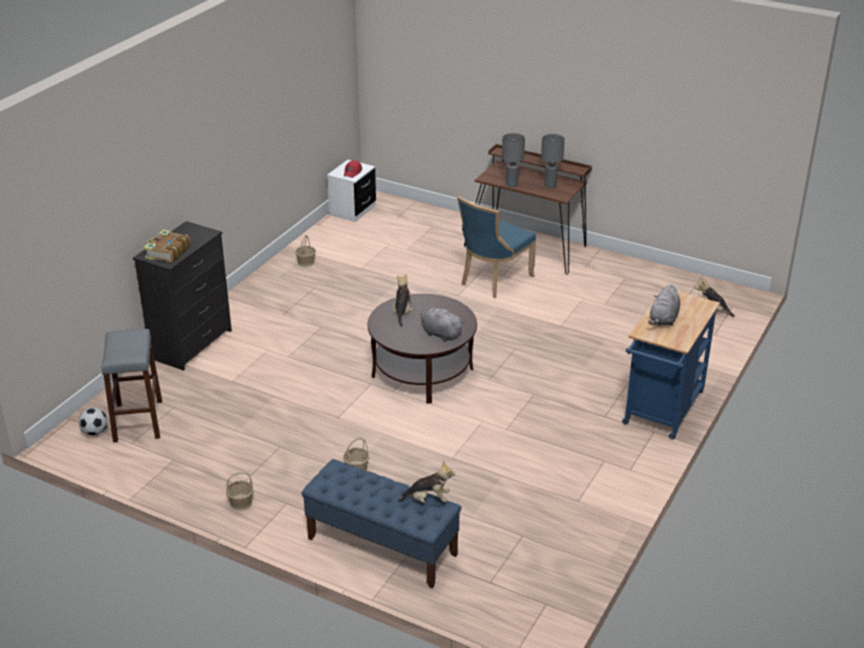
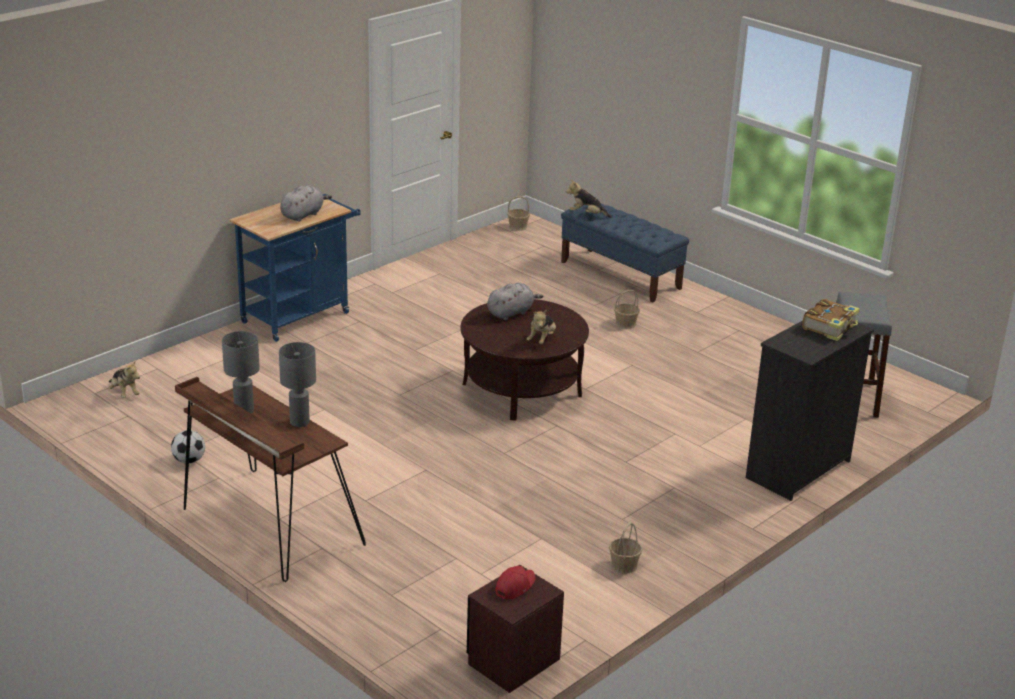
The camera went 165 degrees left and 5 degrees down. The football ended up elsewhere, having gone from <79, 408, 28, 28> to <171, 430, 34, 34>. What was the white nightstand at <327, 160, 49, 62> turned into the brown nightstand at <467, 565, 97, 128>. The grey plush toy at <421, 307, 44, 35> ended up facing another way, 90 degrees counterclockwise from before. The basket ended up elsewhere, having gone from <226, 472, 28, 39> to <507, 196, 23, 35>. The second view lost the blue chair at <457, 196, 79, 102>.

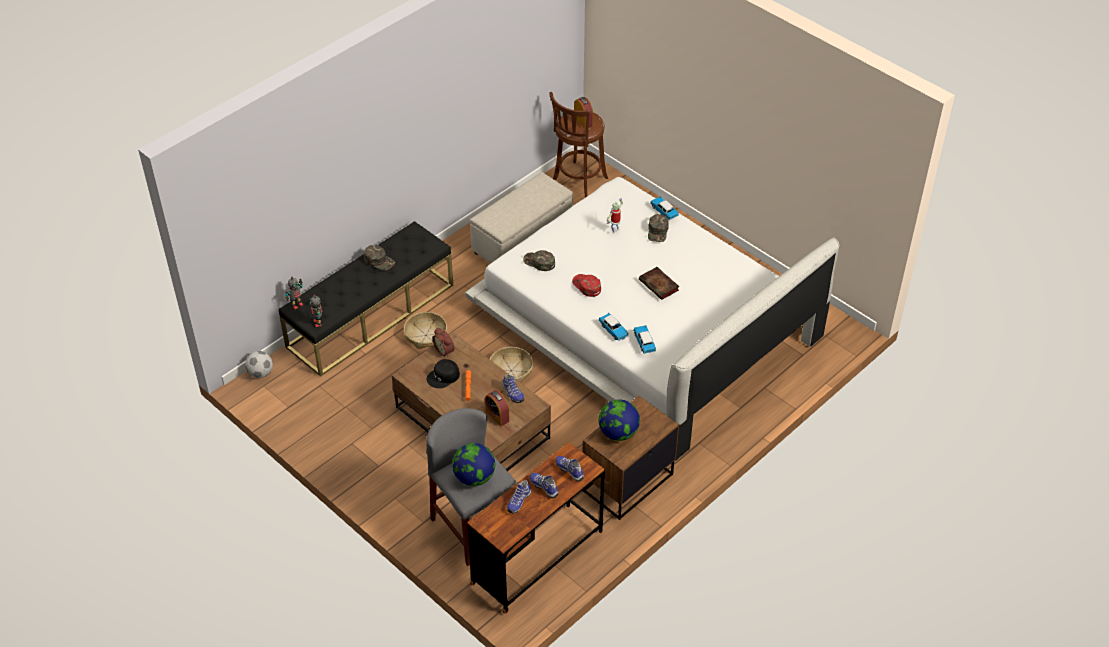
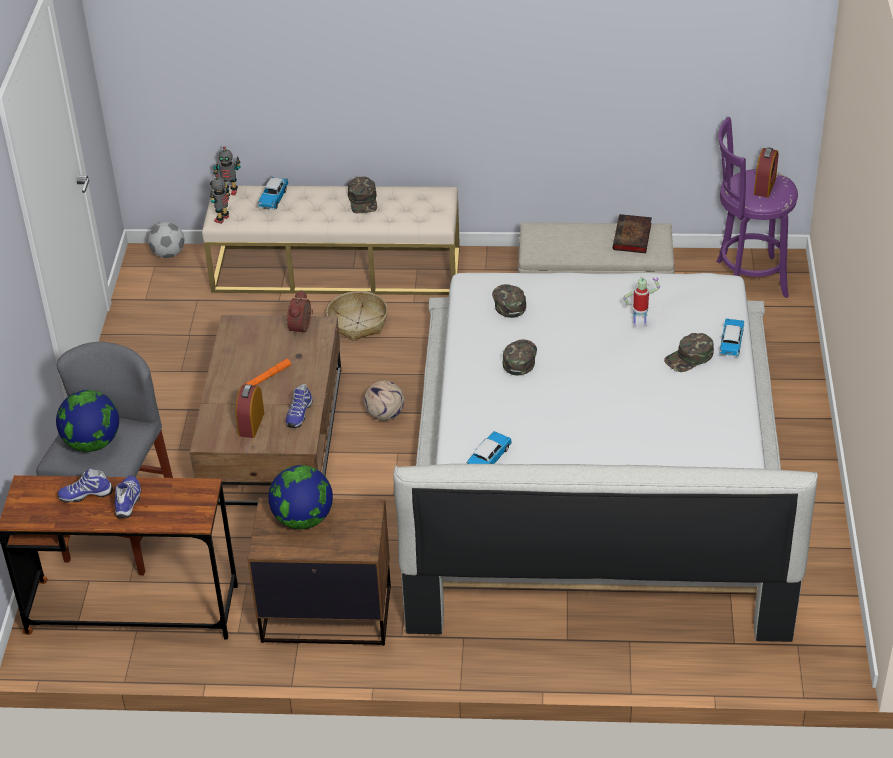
The camera went 50 degrees right and 5 degrees down. What was the black bench at <279, 221, 174, 155> turned into the beige bench at <202, 185, 258, 110>. The toy car ended up elsewhere, having gone from <599, 313, 30, 28> to <258, 177, 31, 32>. Where the basket stood at <490, 347, 43, 36>, the football came to stand at <364, 381, 41, 40>. What was the red cap at <572, 274, 29, 23> turned into the green cap at <502, 339, 35, 36>. The book ended up elsewhere, having gone from <639, 267, 41, 33> to <613, 214, 39, 39>. What was the brown stool at <549, 92, 59, 106> turned into the purple stool at <716, 117, 82, 181>. The second view lost the black cap at <427, 359, 33, 29>. The second view lost the shoe at <556, 456, 28, 26>.

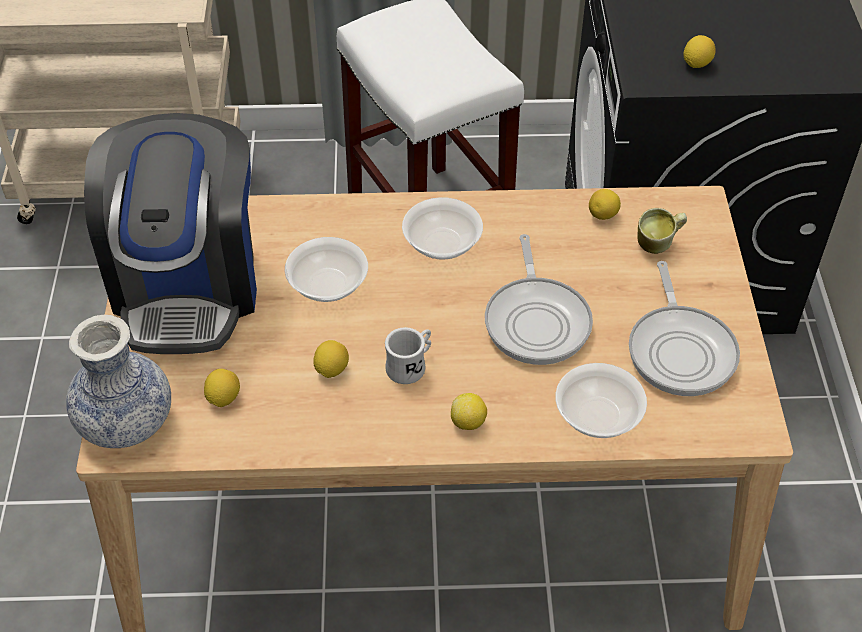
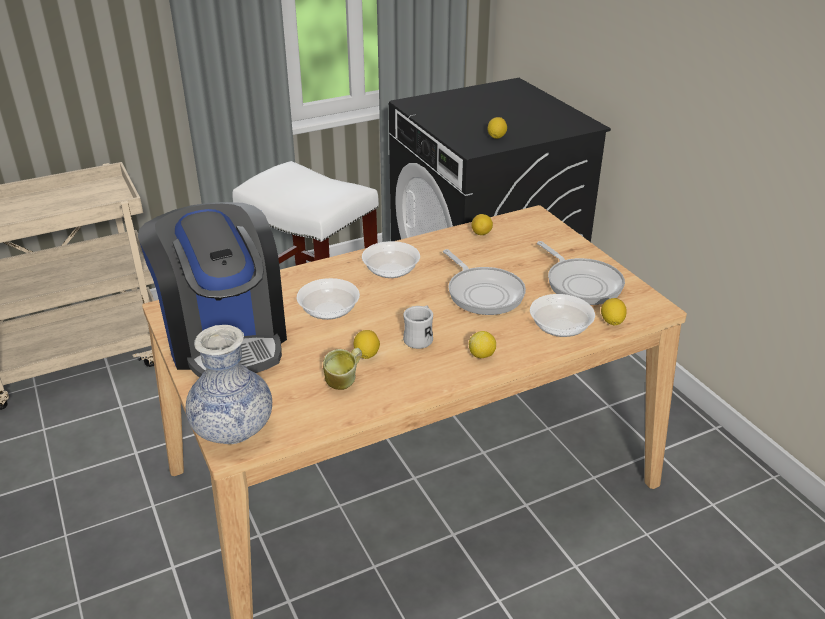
The camera went 25 degrees left and 15 degrees down. The mug ended up elsewhere, having gone from <637, 208, 50, 46> to <323, 348, 39, 42>. The lemon ended up elsewhere, having gone from <204, 369, 36, 38> to <601, 298, 26, 27>.

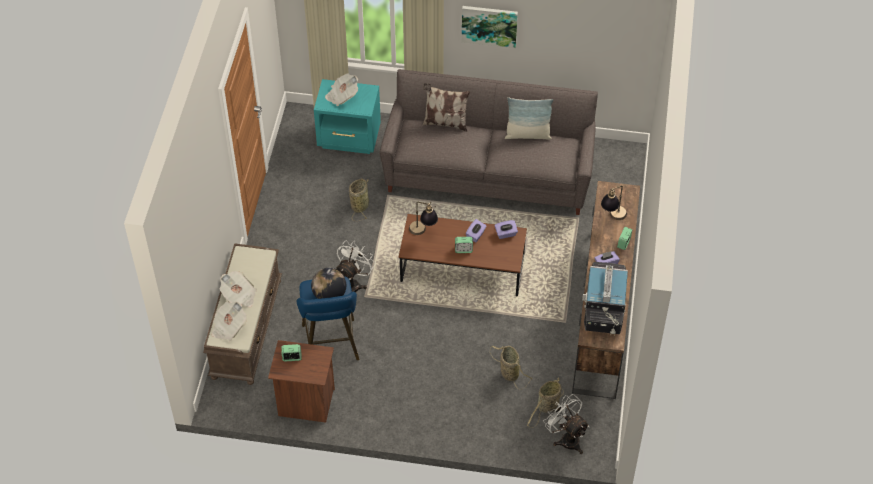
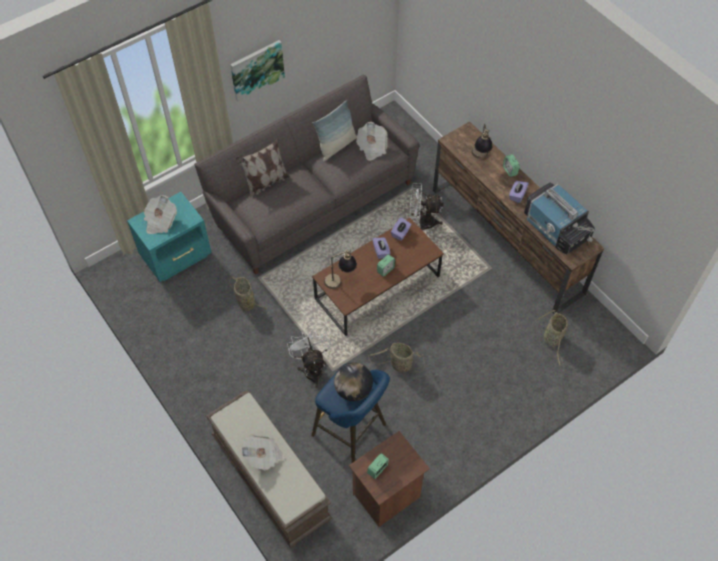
The camera went 45 degrees left and 5 degrees up. The newspaper ended up elsewhere, having gone from <211, 302, 36, 39> to <356, 122, 32, 39>. The basket ended up elsewhere, having gone from <490, 346, 43, 44> to <368, 342, 57, 31>. The white fan ended up elsewhere, having gone from <543, 394, 46, 60> to <410, 183, 34, 48>.

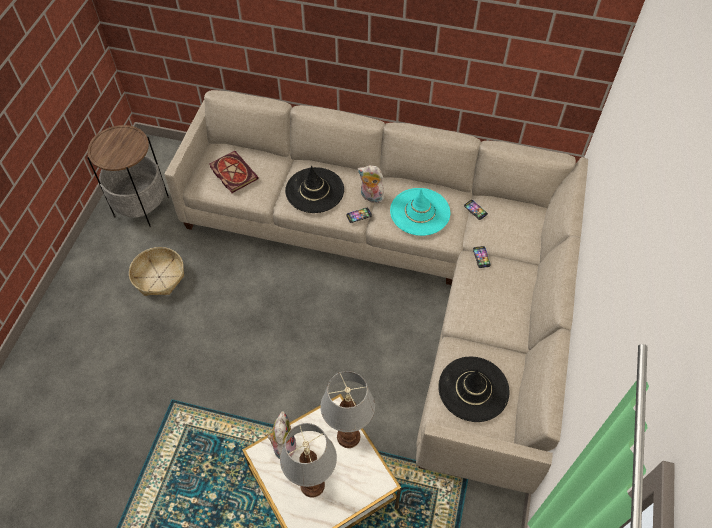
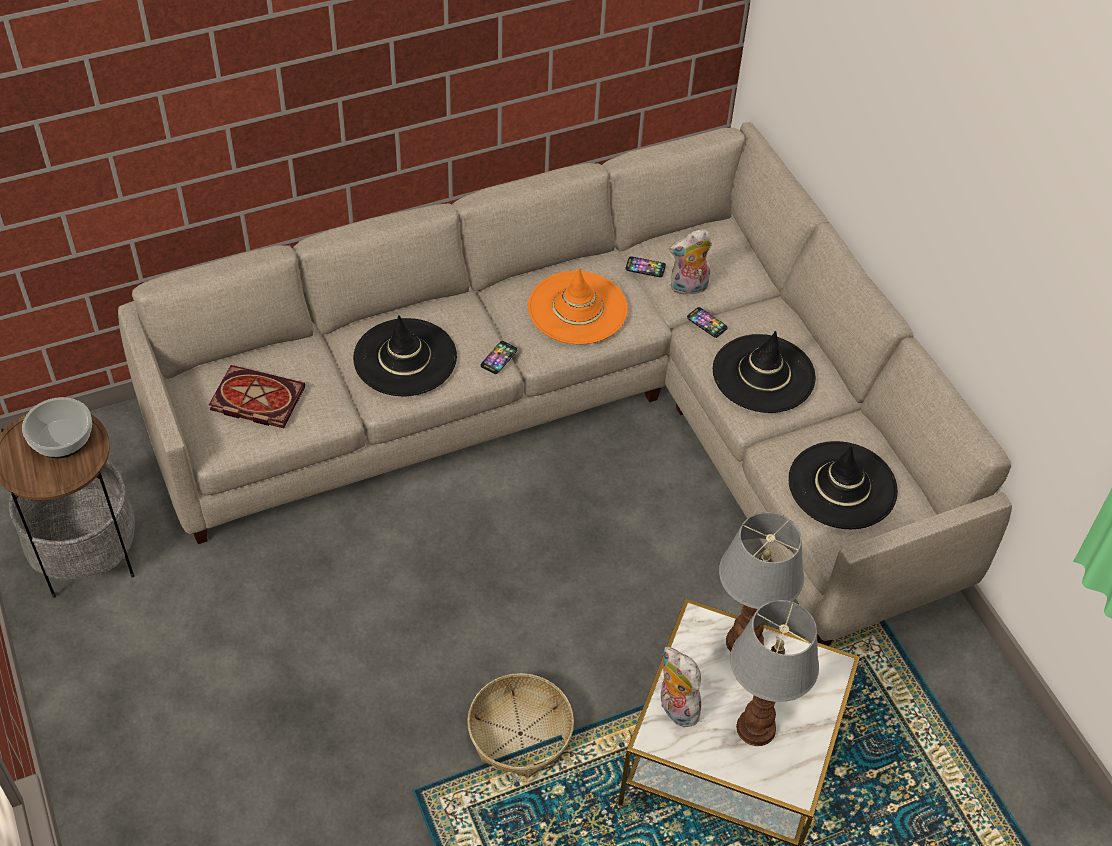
The camera went 40 degrees left and 5 degrees down. The second view gained the bowl at <22, 397, 70, 61>. The basket ended up elsewhere, having gone from <129, 247, 55, 49> to <467, 673, 107, 105>. What was the turquoise hat at <390, 188, 60, 48> turned into the orange hat at <528, 268, 100, 76>. The plush toy ended up elsewhere, having gone from <357, 165, 27, 38> to <669, 229, 43, 66>. The second view gained the black hat at <713, 331, 103, 82>.

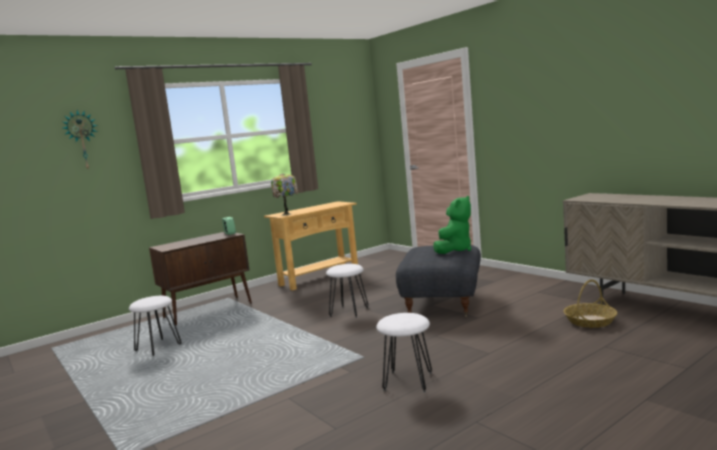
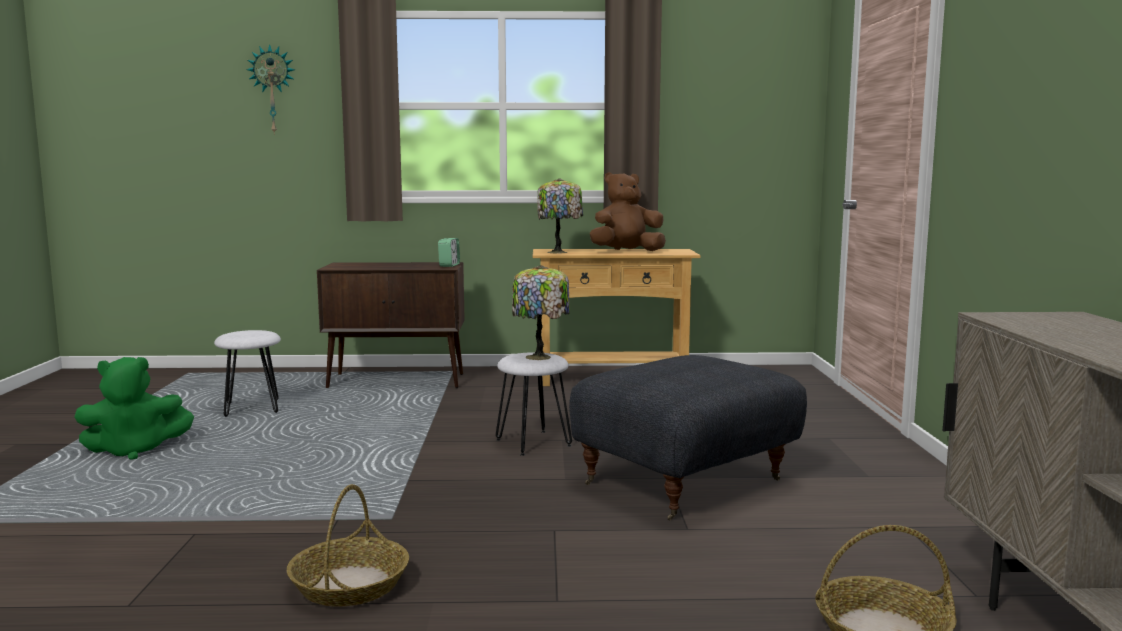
The camera went 35 degrees right and 0 degrees up. The green plush toy ended up elsewhere, having gone from <433, 196, 39, 58> to <74, 357, 120, 102>. Where the white stool stood at <376, 313, 56, 80>, the basket came to stand at <287, 484, 122, 123>. The second view gained the table lamp at <512, 265, 58, 95>. The second view gained the brown plush toy at <590, 172, 76, 79>.

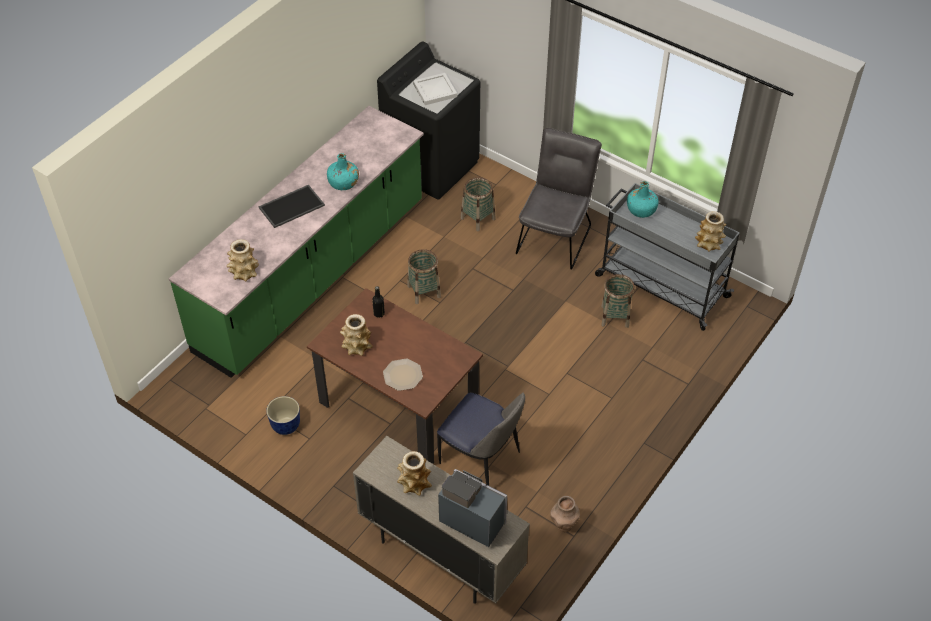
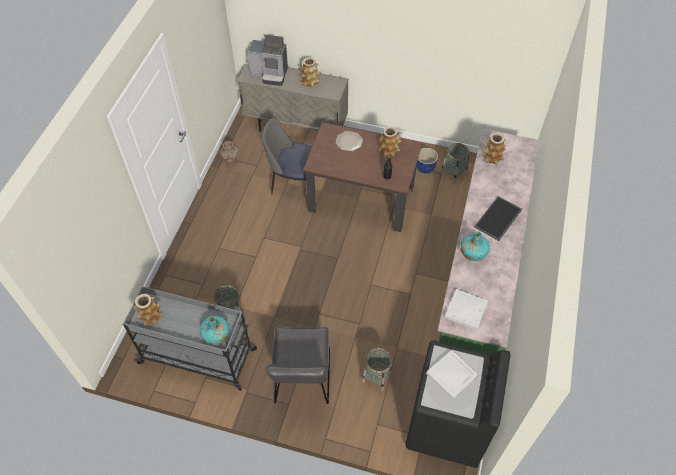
The camera went 160 degrees right and 5 degrees up. The basket ended up elsewhere, having gone from <407, 249, 34, 55> to <440, 143, 30, 41>. The second view gained the white tray at <445, 289, 43, 42>.

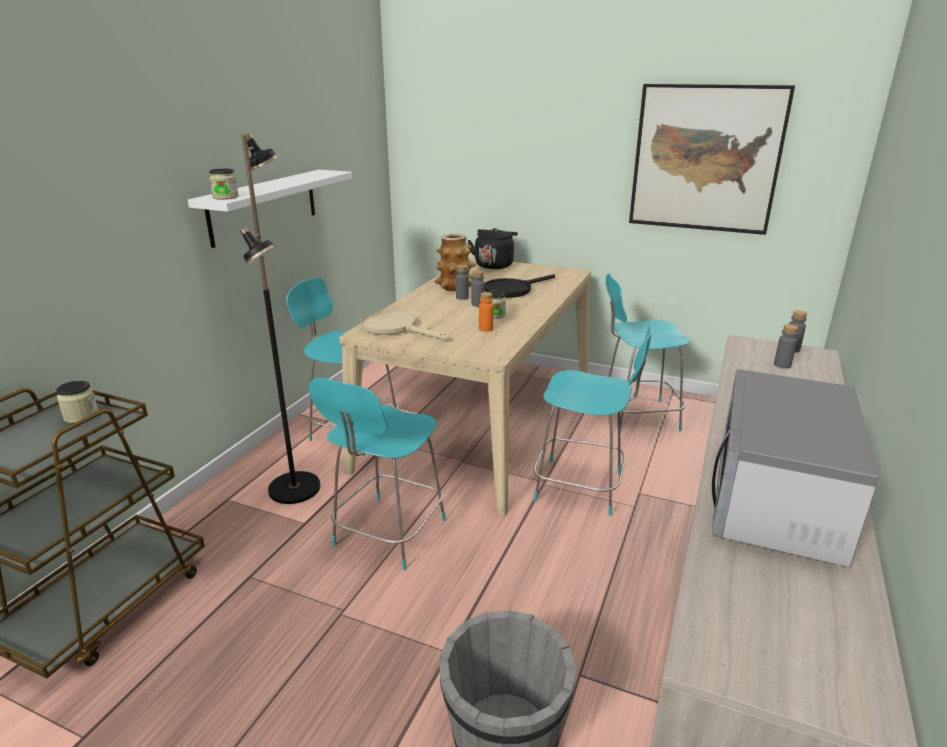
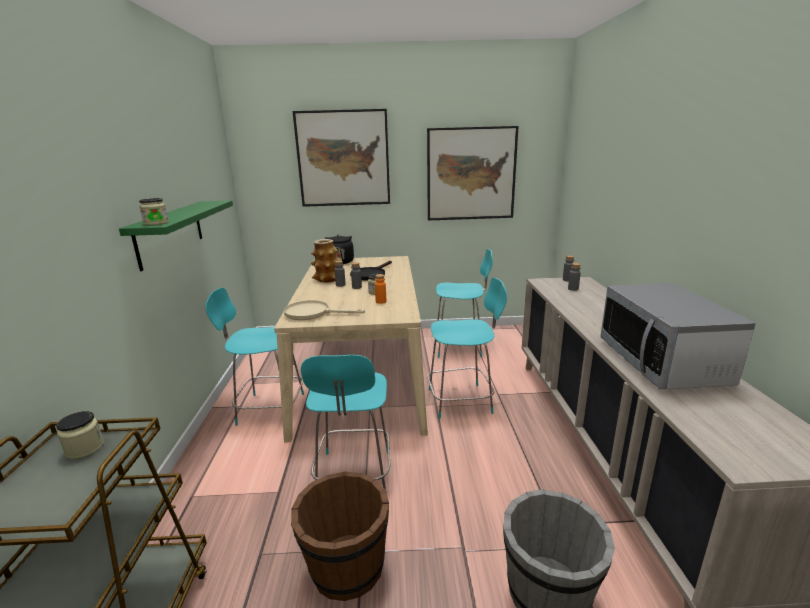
The camera went 25 degrees left and 5 degrees down. What was the white shelf at <188, 170, 164, 78> turned into the green shelf at <119, 200, 114, 71>. The second view gained the brown bucket at <291, 472, 98, 129>. The second view gained the picture at <293, 109, 97, 98>. The turquoise chair at <606, 274, 84, 158> ended up facing another way, 150 degrees counterclockwise from before. The second view lost the black floor lamp at <240, 134, 80, 370>.

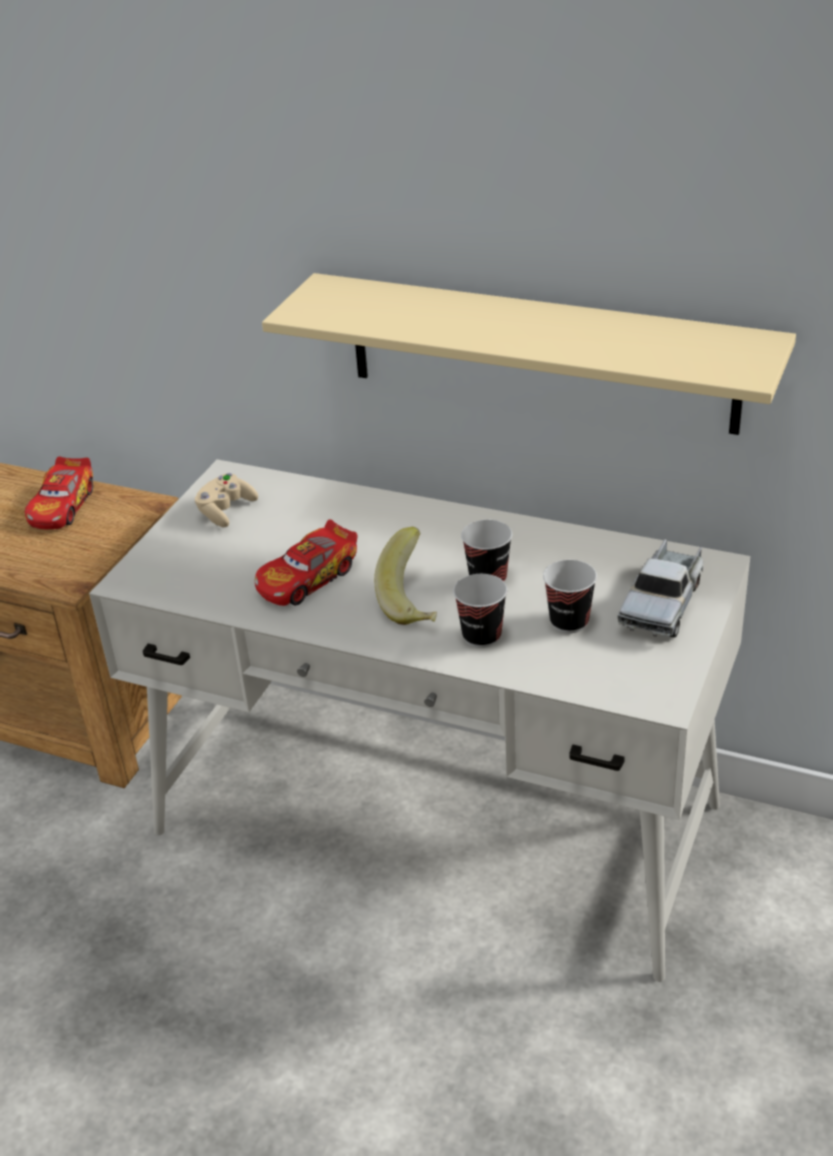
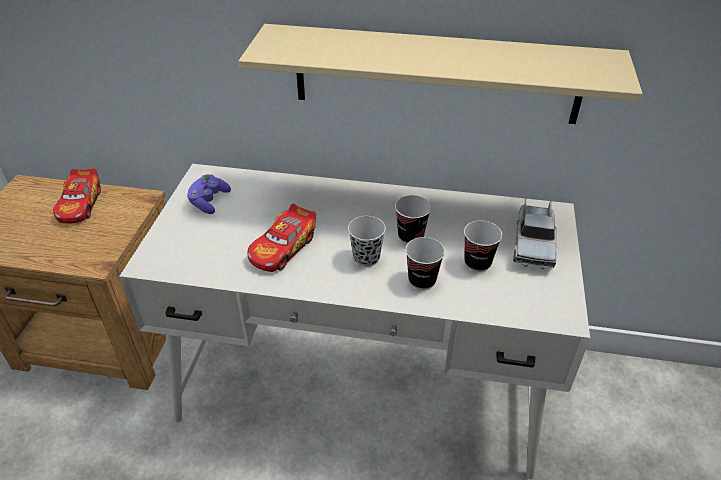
The camera went 15 degrees left and 5 degrees up. What was the beige game controller at <195, 473, 63, 54> turned into the purple game controller at <187, 174, 44, 40>. Where the banana stood at <374, 527, 63, 98>, the black cup came to stand at <348, 216, 38, 51>.

